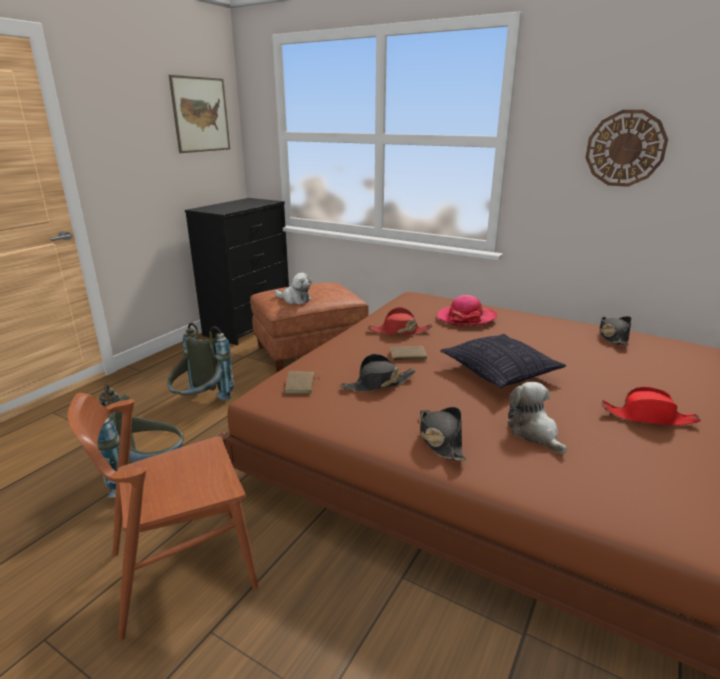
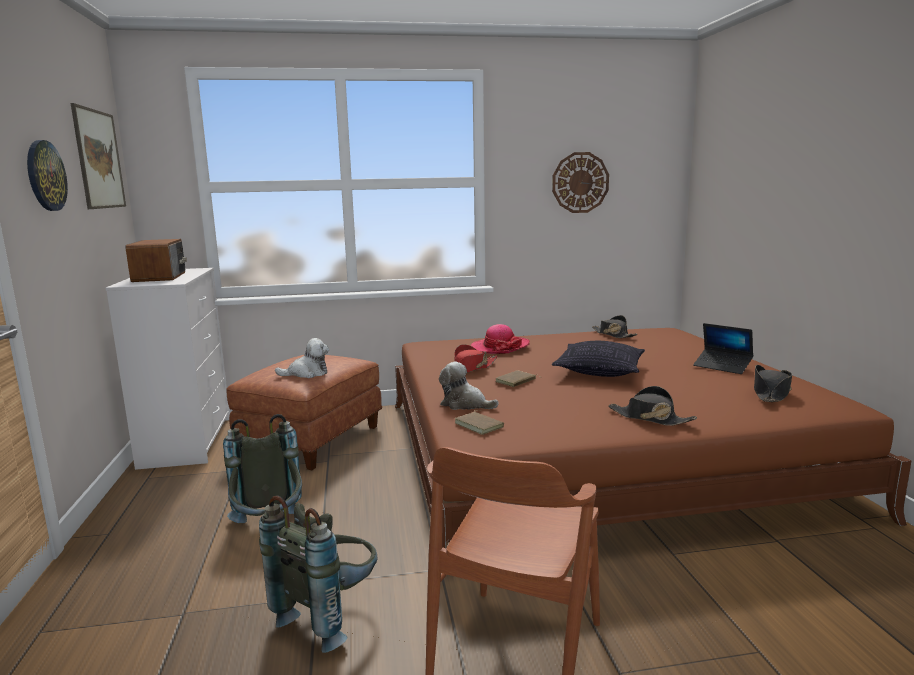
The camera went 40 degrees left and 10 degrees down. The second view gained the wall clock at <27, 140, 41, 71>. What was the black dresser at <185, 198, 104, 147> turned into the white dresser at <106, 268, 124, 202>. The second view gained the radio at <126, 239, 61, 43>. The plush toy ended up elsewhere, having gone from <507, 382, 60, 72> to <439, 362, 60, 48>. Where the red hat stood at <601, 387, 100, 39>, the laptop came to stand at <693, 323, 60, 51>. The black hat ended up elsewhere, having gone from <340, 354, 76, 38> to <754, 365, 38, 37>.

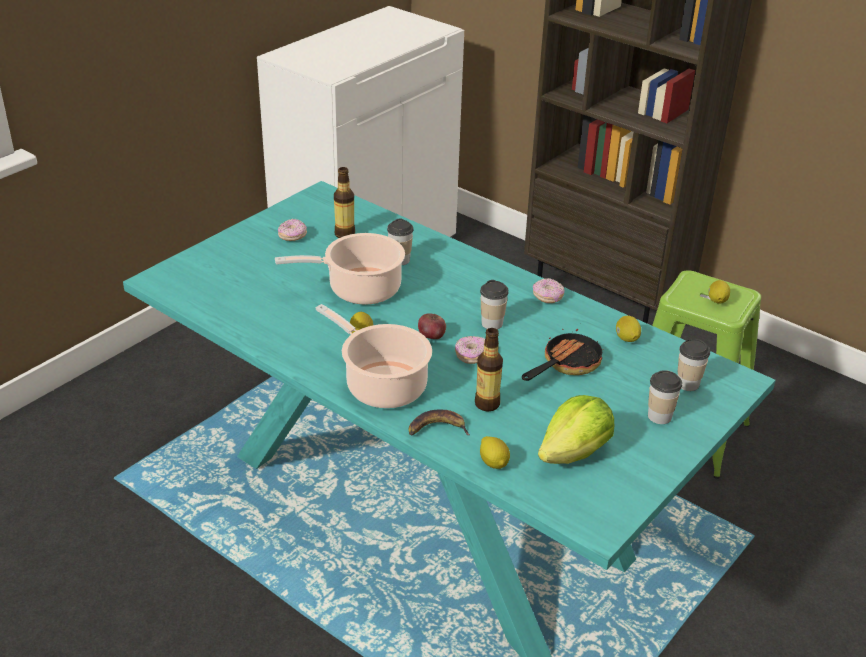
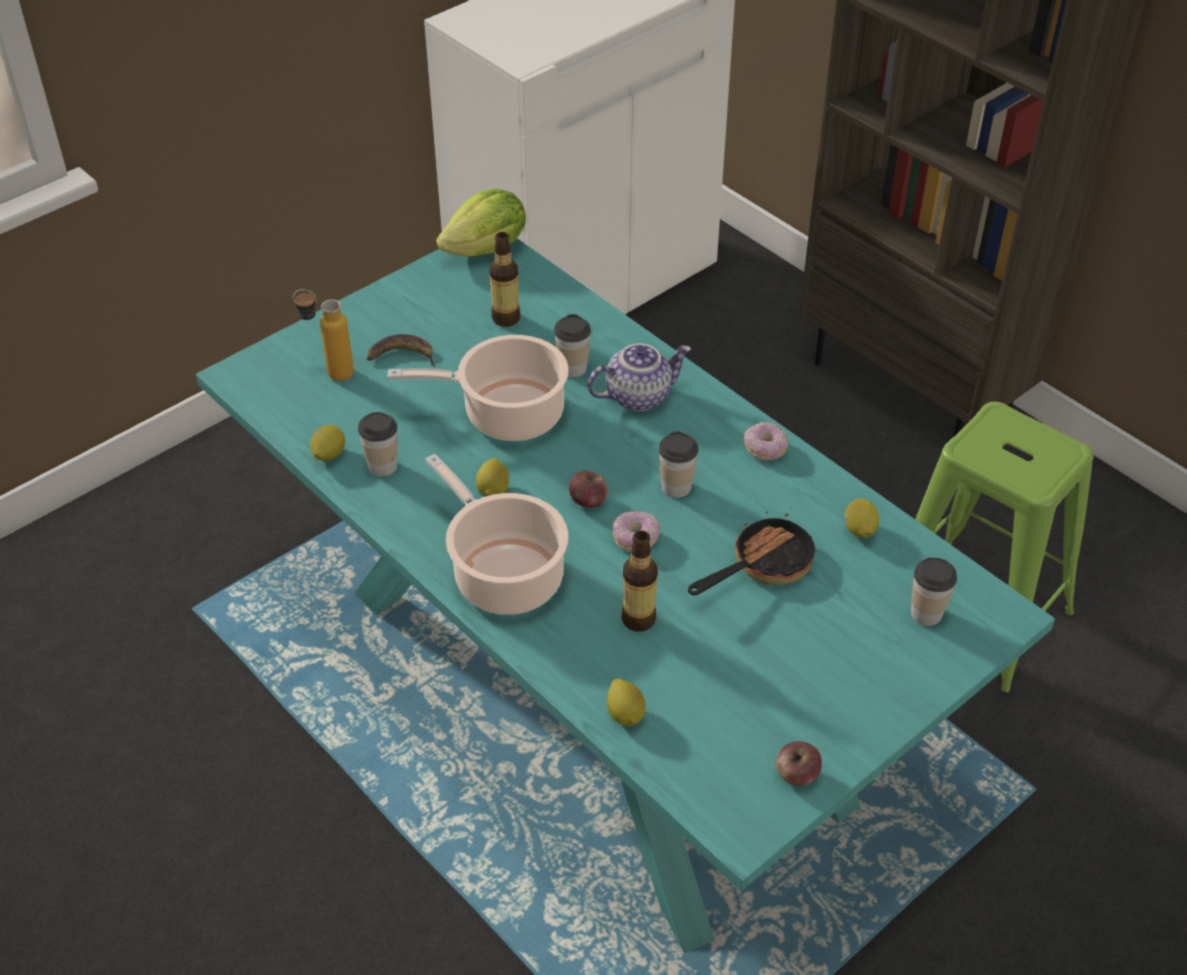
The camera went 10 degrees right and 10 degrees up. The second view gained the bottle at <293, 289, 61, 92>. The lemon ended up elsewhere, having gone from <708, 280, 22, 23> to <310, 425, 35, 36>. The cup ended up elsewhere, having gone from <648, 370, 34, 54> to <358, 412, 40, 65>. The banana ended up elsewhere, having gone from <409, 410, 61, 25> to <366, 334, 69, 32>. The lettuce ended up elsewhere, having gone from <538, 395, 76, 69> to <436, 188, 90, 68>. The second view gained the teapot at <587, 344, 104, 67>. The second view gained the apple at <776, 741, 46, 44>. The second view lost the donut at <278, 219, 29, 22>.

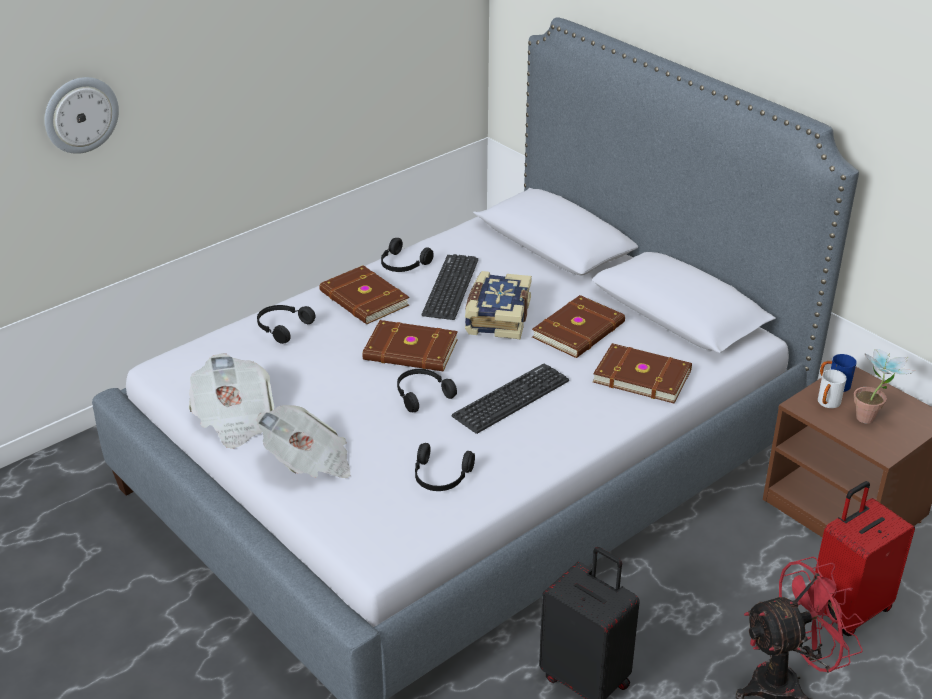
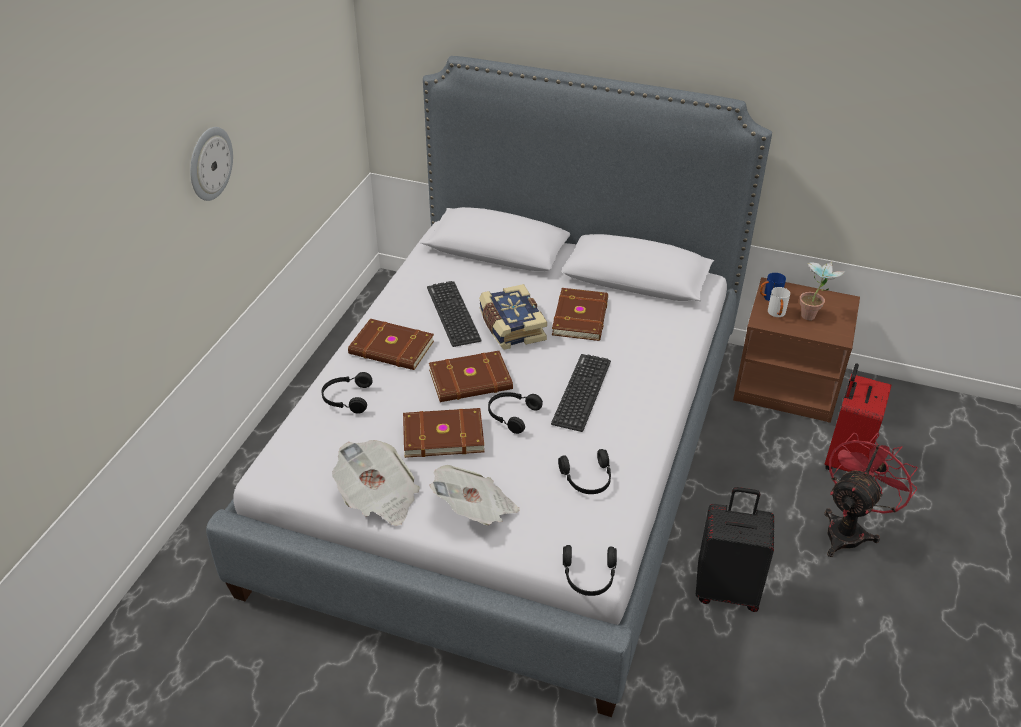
The camera went 30 degrees left and 5 degrees up. The wall clock ended up elsewhere, having gone from <44, 77, 75, 77> to <190, 127, 43, 74>. The brown book ended up elsewhere, having gone from <593, 343, 99, 60> to <403, 408, 81, 50>. The black headphones ended up elsewhere, having gone from <381, 238, 53, 34> to <563, 545, 54, 51>.

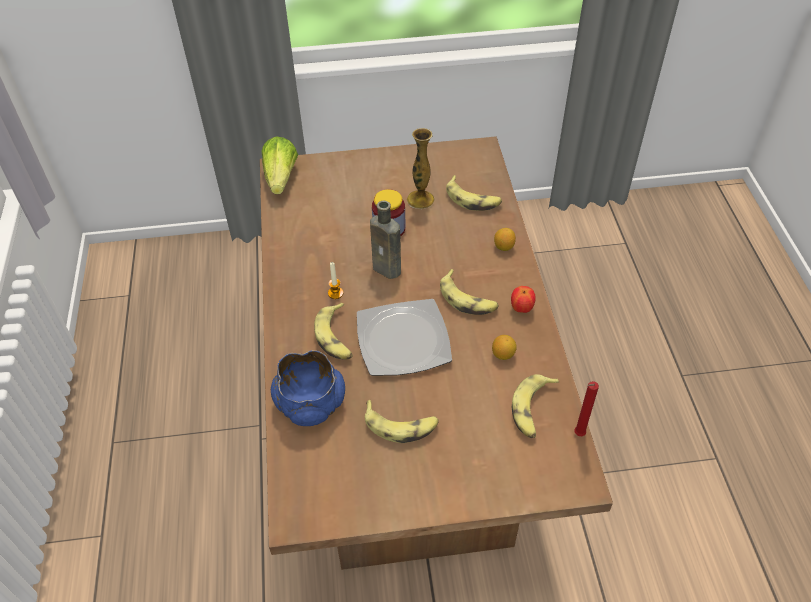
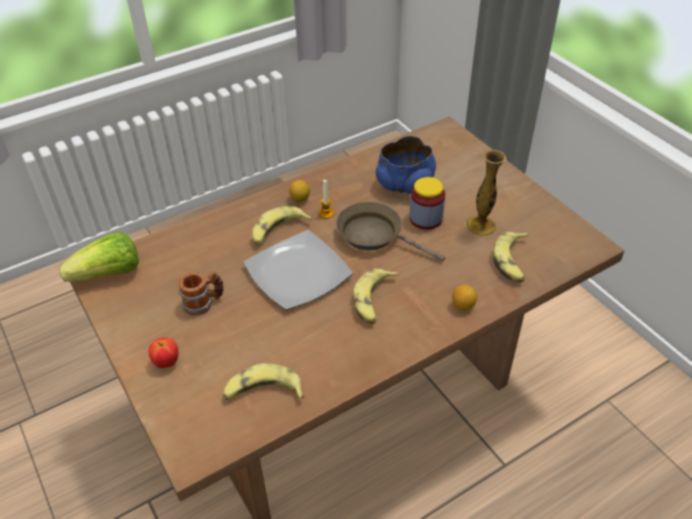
The camera went 65 degrees right and 5 degrees down. The lettuce ended up elsewhere, having gone from <262, 137, 36, 57> to <59, 232, 80, 50>. The apple ended up elsewhere, having gone from <511, 286, 25, 27> to <148, 337, 30, 31>. Where the banana stood at <365, 400, 74, 43>, the mug came to stand at <178, 270, 46, 45>. The lemon ended up elsewhere, having gone from <492, 335, 25, 25> to <289, 180, 21, 22>. Where the brown bottle stood at <370, 201, 31, 78>, the brown frying pan came to stand at <336, 202, 109, 59>. The blue bowl ended up elsewhere, having gone from <271, 350, 74, 76> to <376, 136, 60, 58>. The second view lost the red candle at <574, 381, 25, 55>.

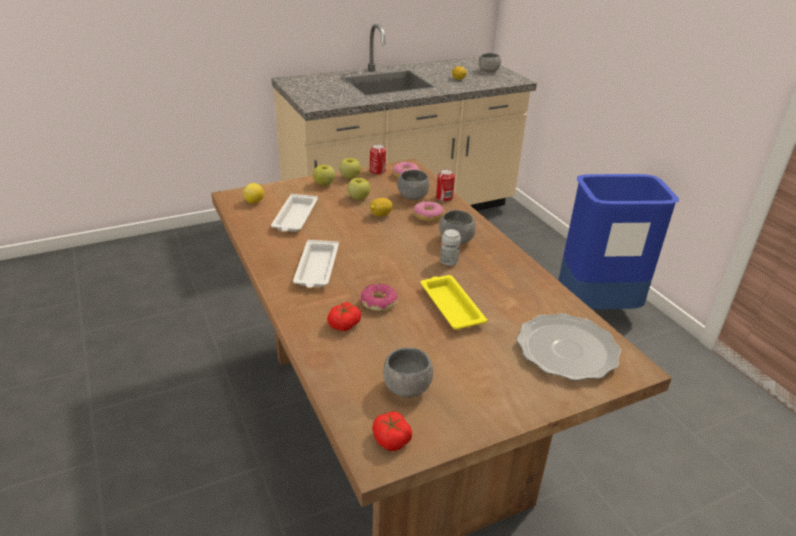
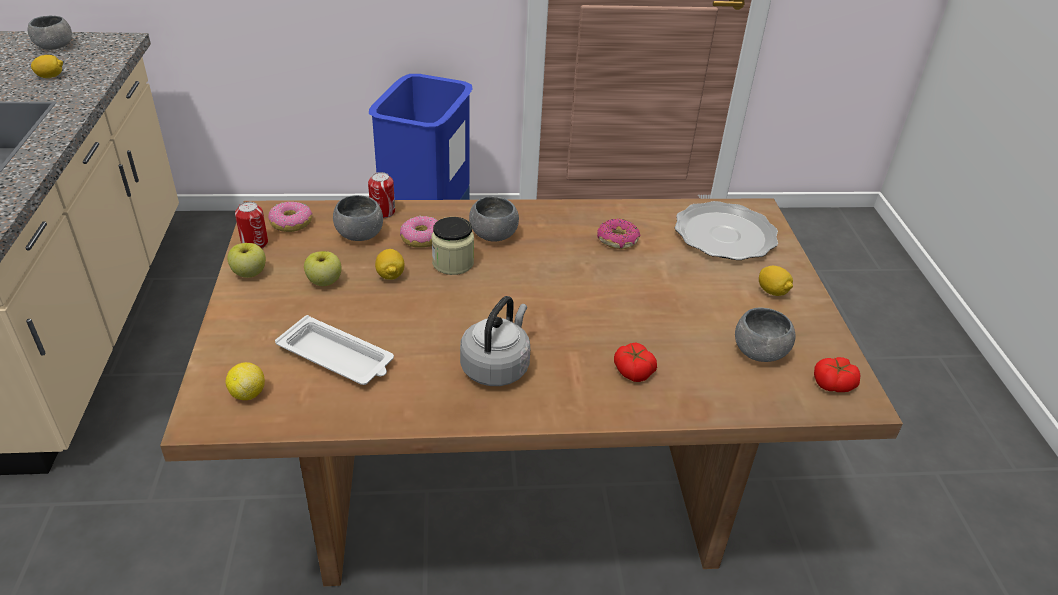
The camera went 70 degrees left and 5 degrees up. The second view gained the jar at <432, 217, 42, 58>. Where the white tray stood at <293, 240, 46, 48>, the grey kettle came to stand at <460, 296, 70, 90>. The donut ended up elsewhere, having gone from <361, 284, 36, 27> to <597, 219, 44, 30>. The second view gained the lemon at <759, 266, 34, 30>. The second view lost the apple at <313, 165, 22, 21>. The second view lost the yellow tray at <421, 275, 66, 54>. The second view lost the can at <440, 229, 21, 37>.

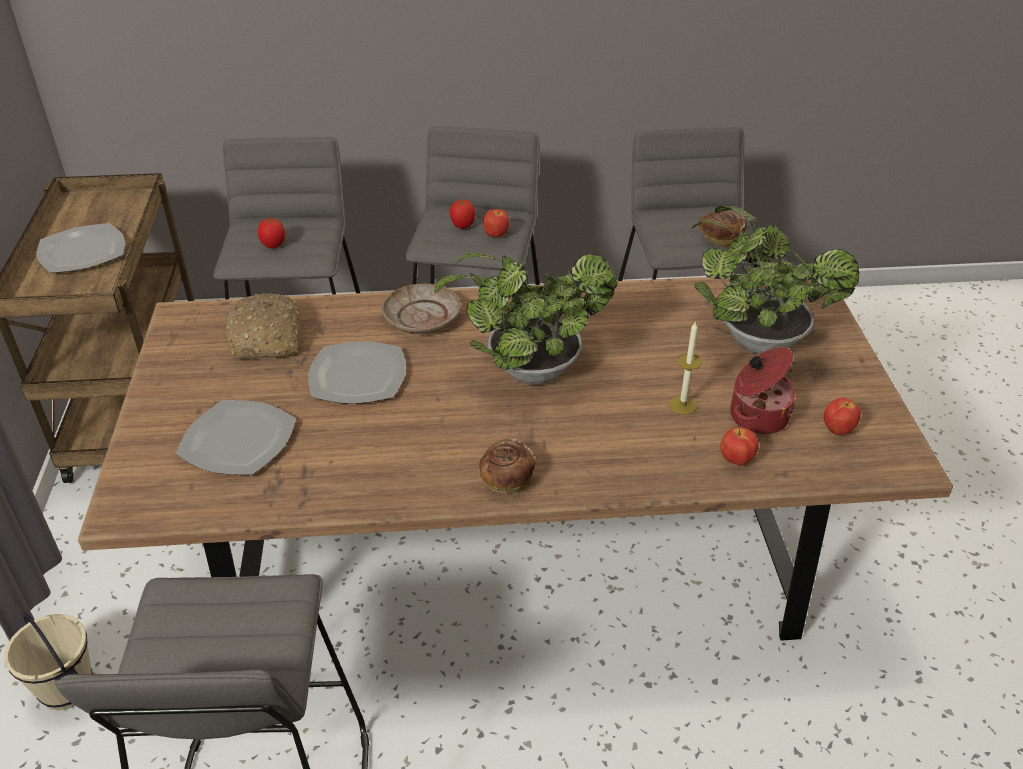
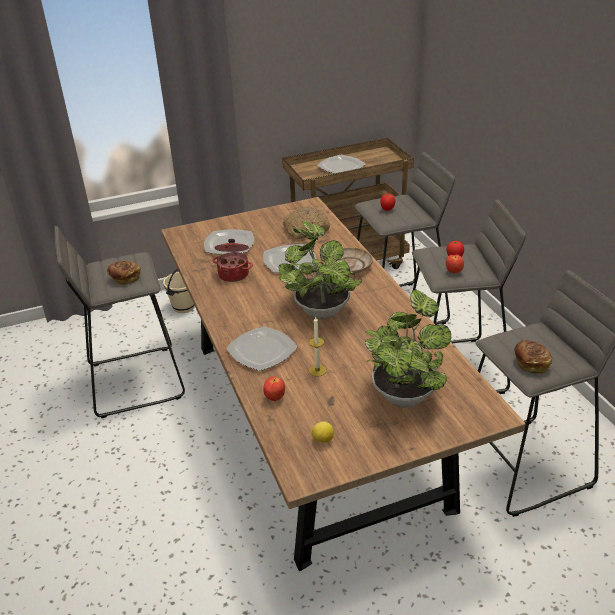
The camera went 75 degrees right and 5 degrees down. The bread ended up elsewhere, having gone from <480, 437, 56, 57> to <107, 261, 34, 24>. The cooking pot ended up elsewhere, having gone from <730, 347, 65, 87> to <213, 239, 40, 43>. The second view gained the plate at <226, 326, 72, 45>. Where the apple stood at <824, 398, 37, 37>, the lemon came to stand at <312, 421, 22, 22>.

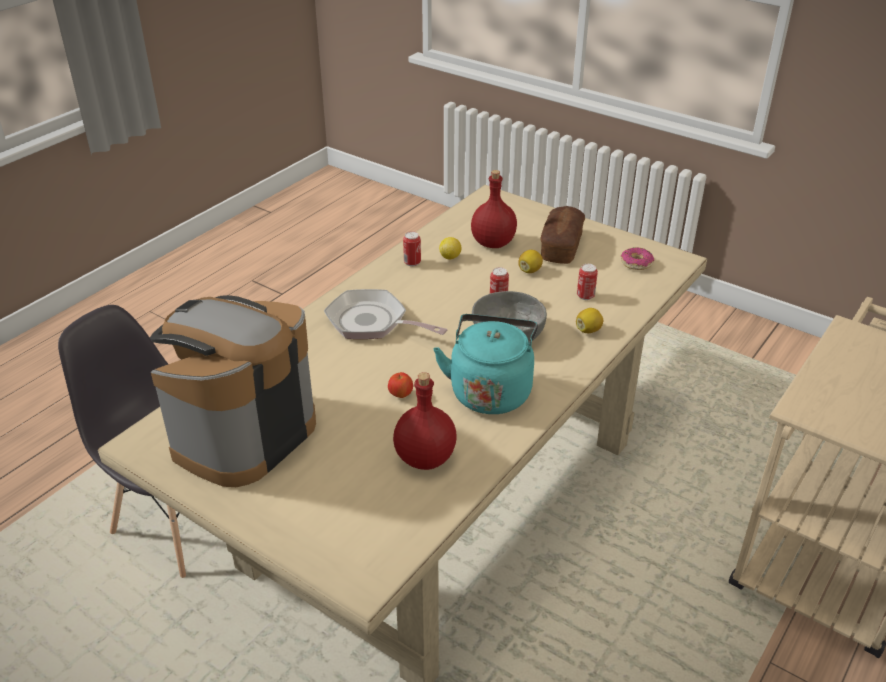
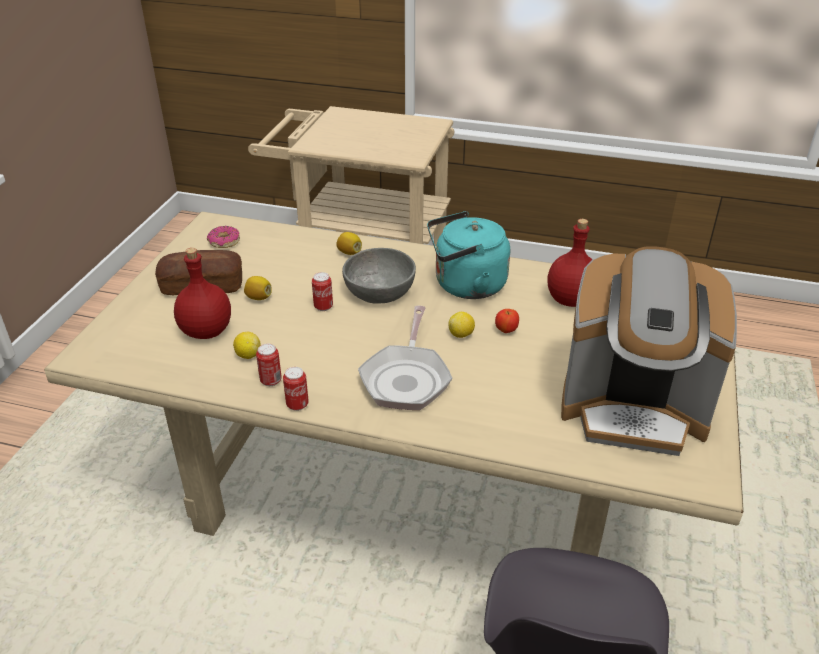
The camera went 110 degrees left and 0 degrees up. The can ended up elsewhere, having gone from <577, 264, 21, 36> to <283, 367, 26, 44>. The second view gained the lemon at <448, 312, 27, 26>.

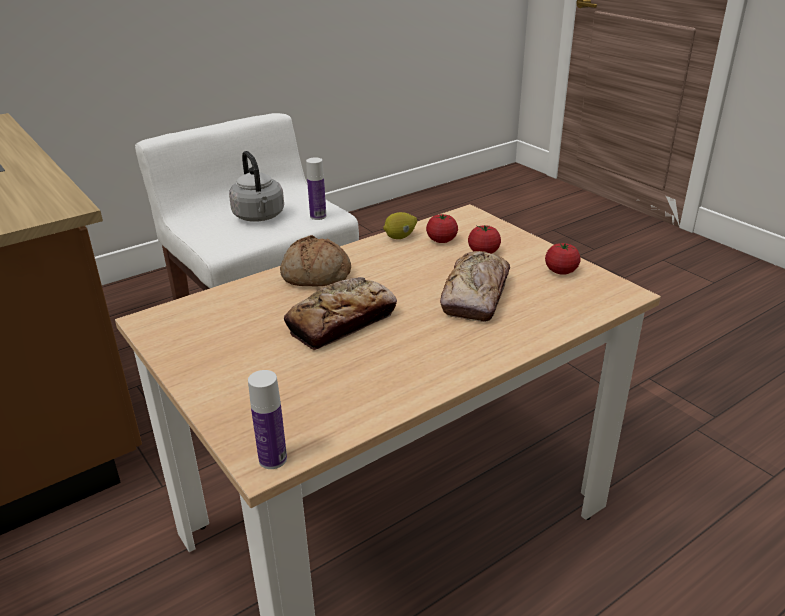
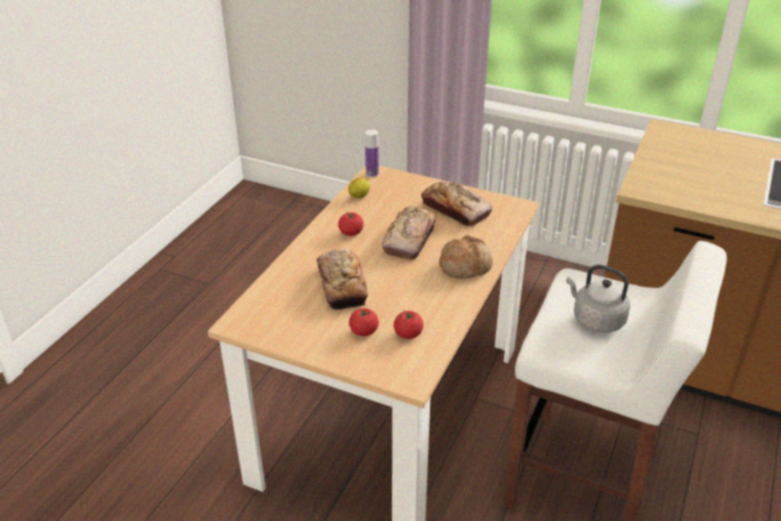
The camera went 150 degrees right and 5 degrees up. The tomato ended up elsewhere, having gone from <545, 243, 36, 32> to <338, 212, 26, 24>. The lemon ended up elsewhere, having gone from <383, 212, 34, 27> to <348, 178, 22, 20>. The second view gained the bread at <421, 181, 71, 45>. The second view lost the bottle at <306, 157, 20, 63>.

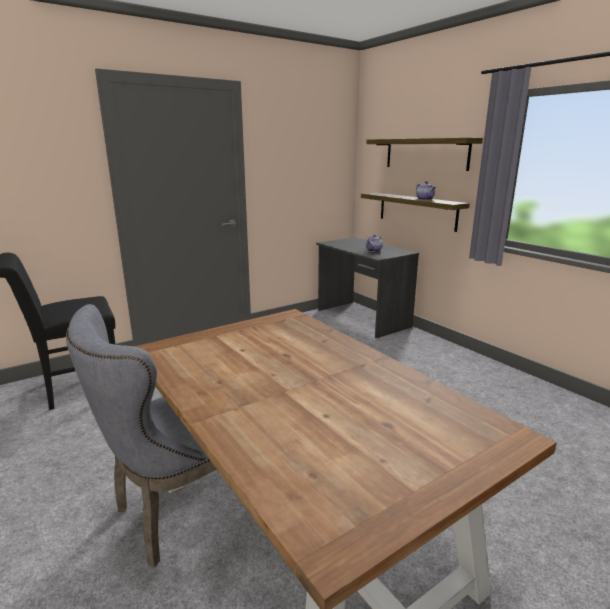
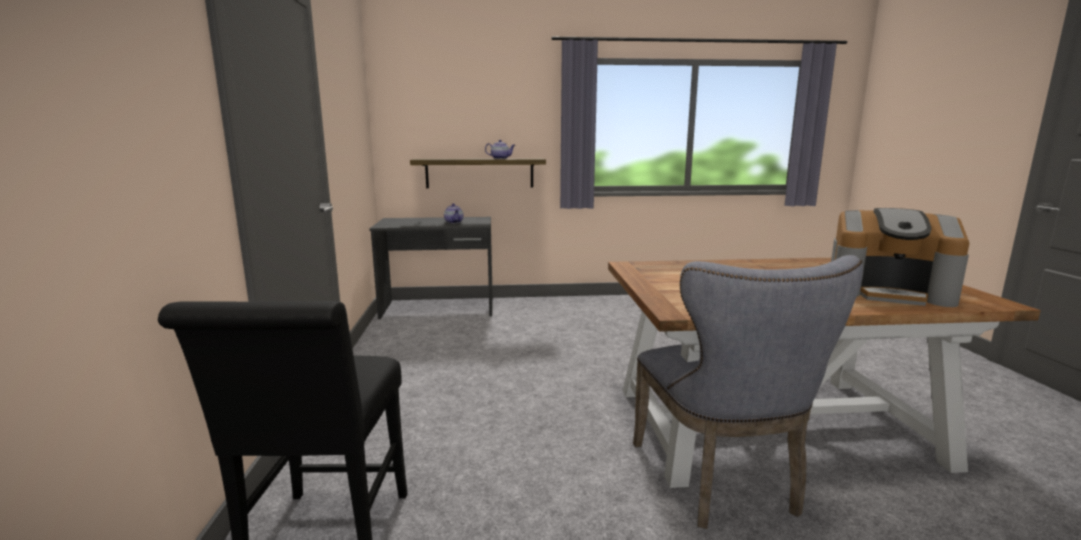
The camera went 60 degrees left and 5 degrees down. The second view gained the coffee machine at <831, 208, 138, 99>. The second view lost the shelf at <366, 138, 117, 33>.

